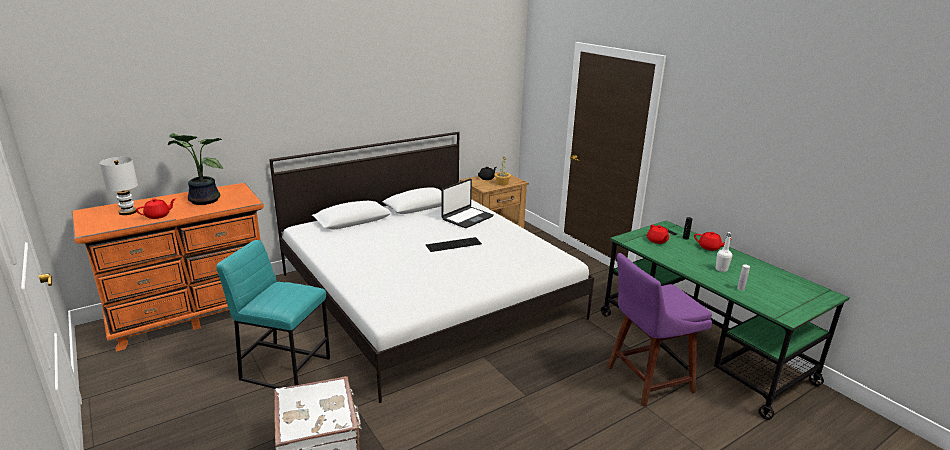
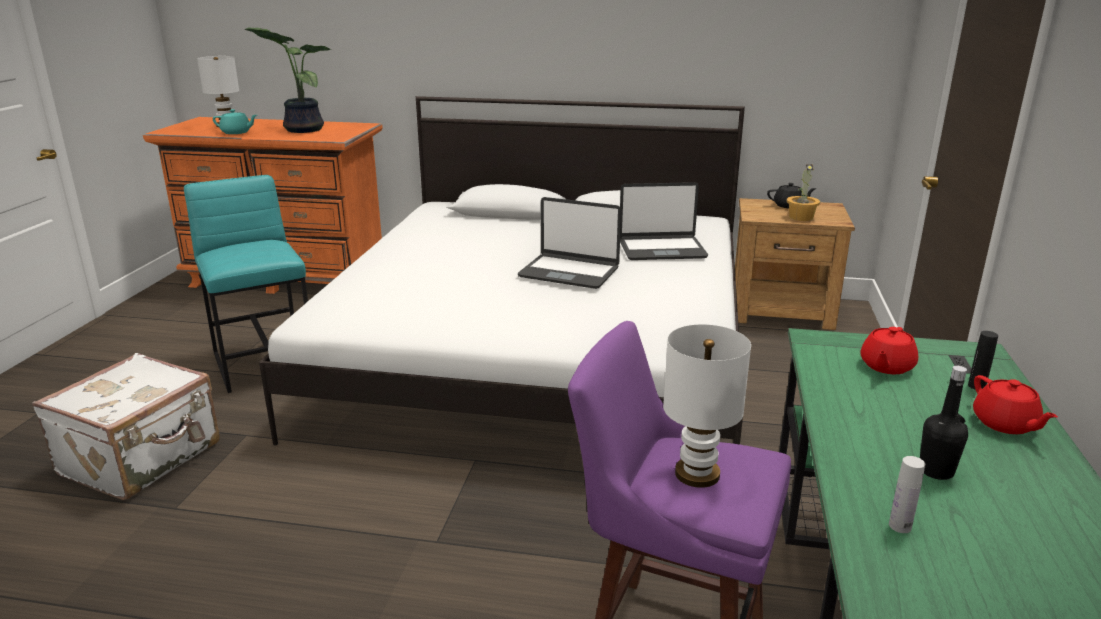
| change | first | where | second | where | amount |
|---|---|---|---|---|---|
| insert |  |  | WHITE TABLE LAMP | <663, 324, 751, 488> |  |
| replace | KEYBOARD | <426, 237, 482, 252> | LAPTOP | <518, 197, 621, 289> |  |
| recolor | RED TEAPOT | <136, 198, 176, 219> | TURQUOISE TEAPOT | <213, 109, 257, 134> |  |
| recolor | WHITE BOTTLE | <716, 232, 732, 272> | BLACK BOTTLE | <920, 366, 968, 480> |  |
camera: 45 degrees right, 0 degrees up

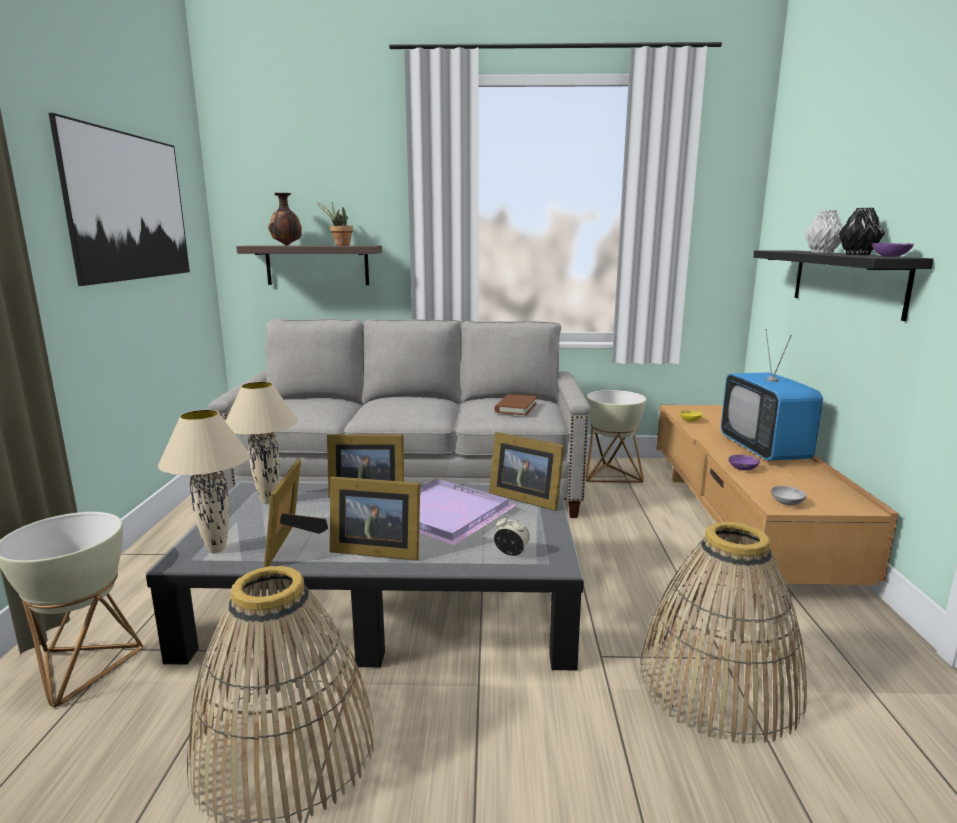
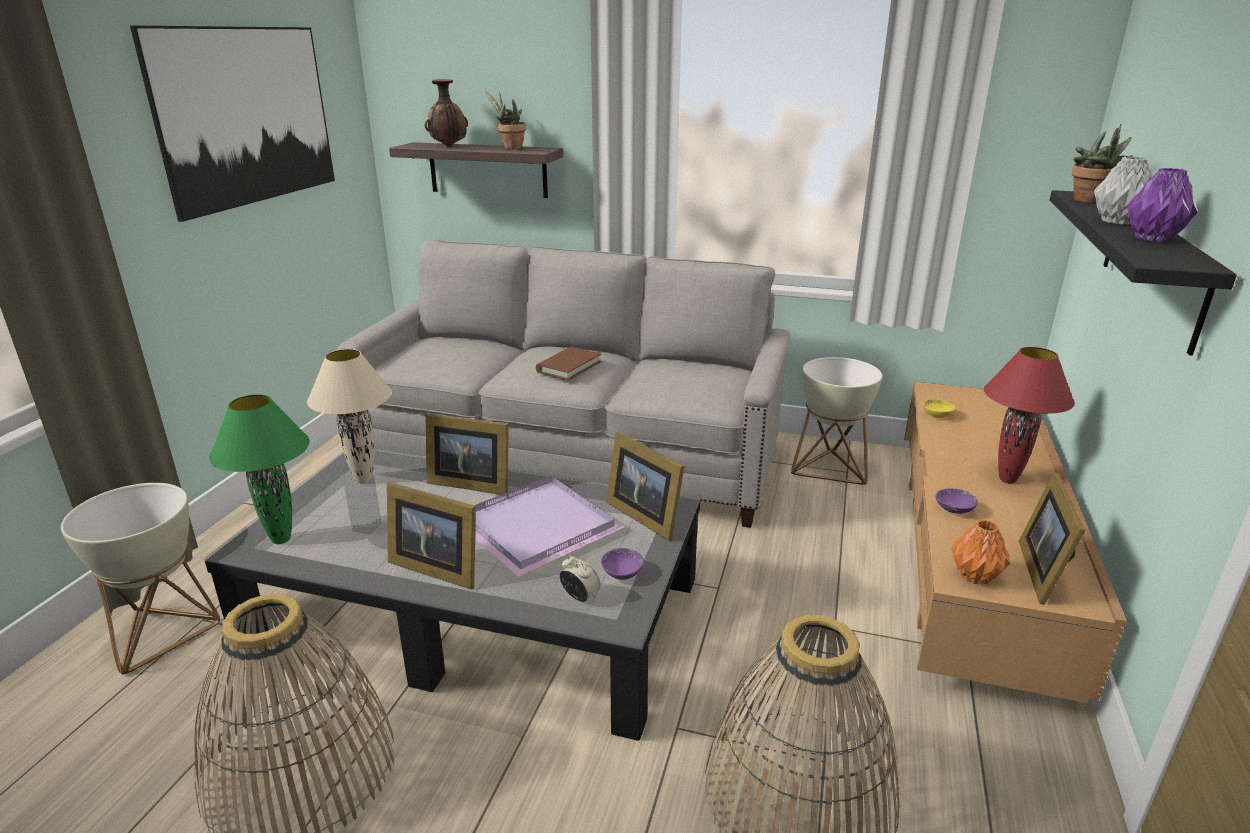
| change | first | where | second | where | amount |
|---|---|---|---|---|---|
| insert |  |  | POTTED PLANT | <1072, 124, 1133, 203> |  |
| move | PICTURE FRAME | <264, 460, 328, 567> |  | <1019, 472, 1085, 605> |  |
| move | BROWN BOOK | <495, 394, 537, 415> |  | <536, 347, 601, 381> |  |
| move | PURPLE BOWL | <872, 243, 914, 257> |  | <601, 548, 644, 580> |  |
| replace | TELEVISION | <721, 329, 823, 461> | RED TABLE LAMP | <984, 347, 1075, 484> |  |
| replace | GREY BOWL | <771, 486, 807, 506> | ORANGE VASE | <951, 520, 1010, 585> |  |
| recolor | BEIGE TABLE LAMP | <158, 410, 250, 553> | GREEN TABLE LAMP | <209, 394, 310, 544> |  |
| recolor | BLACK VASE | <839, 208, 885, 255> | PURPLE VASE | <1127, 168, 1198, 242> |  |
camera: 15 degrees right, 10 degrees up

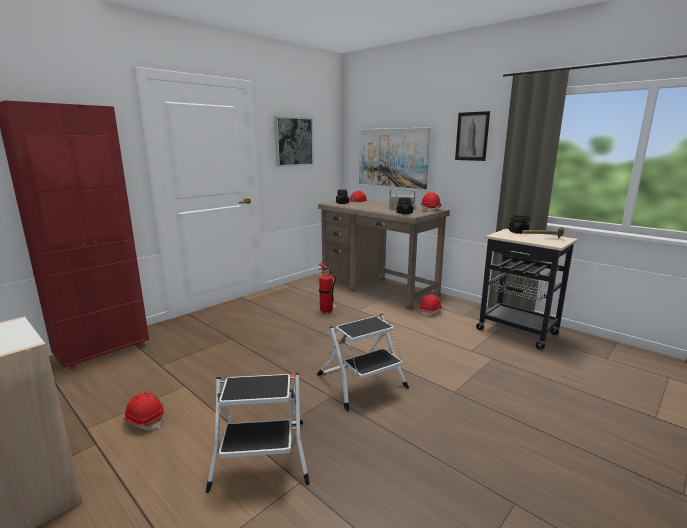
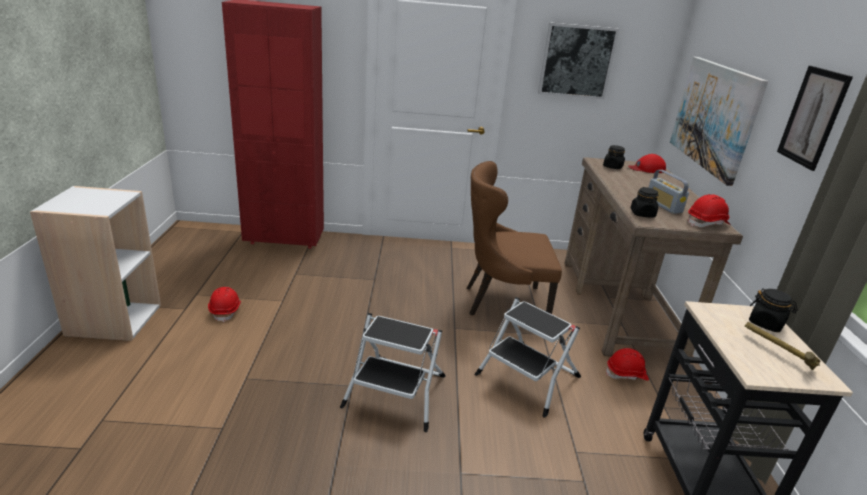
| change | first | where | second | where | amount |
|---|---|---|---|---|---|
| move | STEP LADDER | <206, 373, 309, 493> |  | <475, 297, 581, 418> |  |
| replace | FIRE EXTINGUISHER | <318, 262, 337, 313> | BROWN CHAIR | <467, 161, 562, 315> |  |
camera: 45 degrees right, 10 degrees up

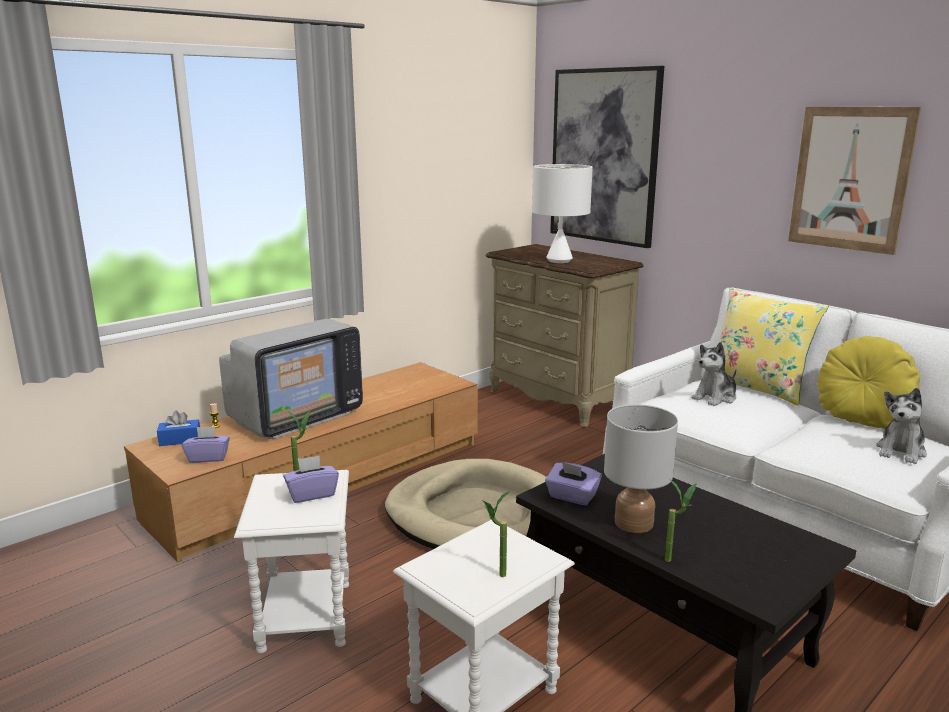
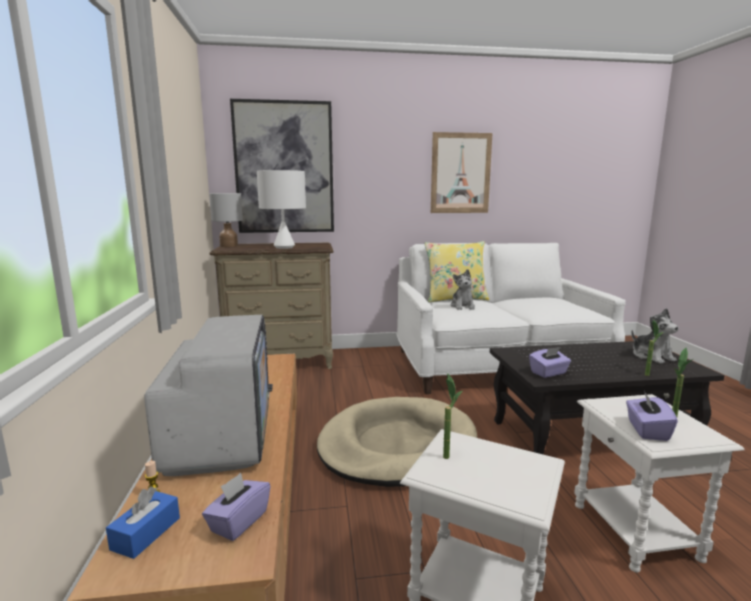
| change | first | where | second | where | amount |
|---|---|---|---|---|---|
| delete | YELLOW PILLOW | <818, 336, 920, 429> |  |  |  |
| move | PURPLE TISSUE BOX | <283, 455, 339, 503> |  | <626, 391, 678, 441> |  |
| move | GREY TABLE LAMP | <604, 404, 678, 533> |  | <209, 193, 243, 247> |  |
| move | PLUSH TOY | <876, 388, 927, 464> |  | <631, 308, 679, 364> |  |
camera: 55 degrees left, 5 degrees down

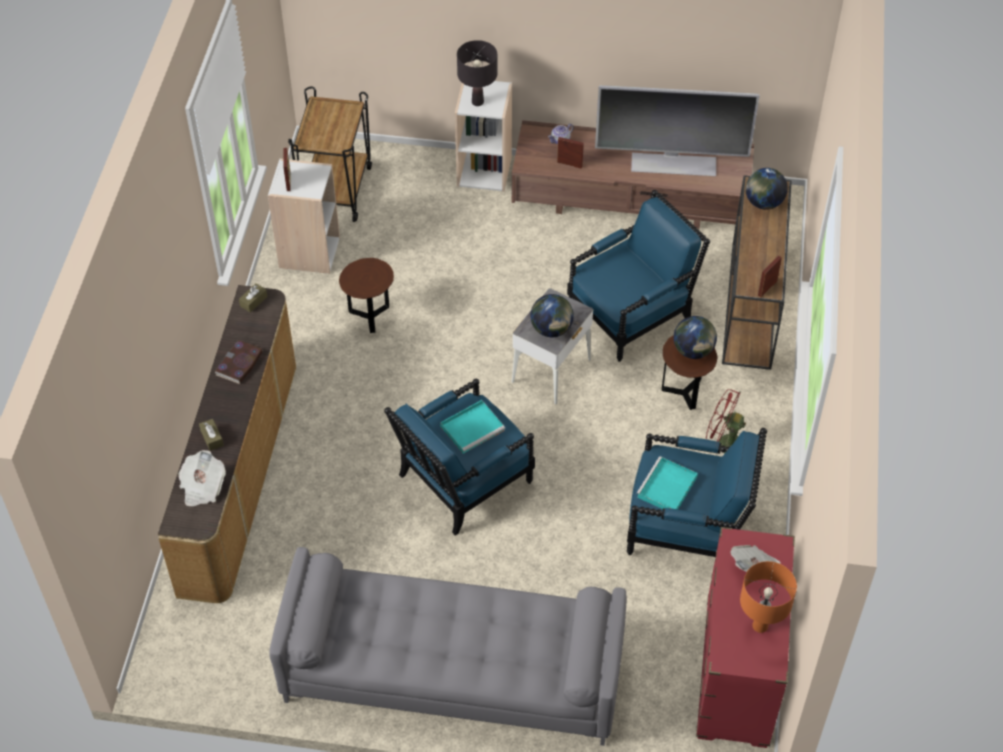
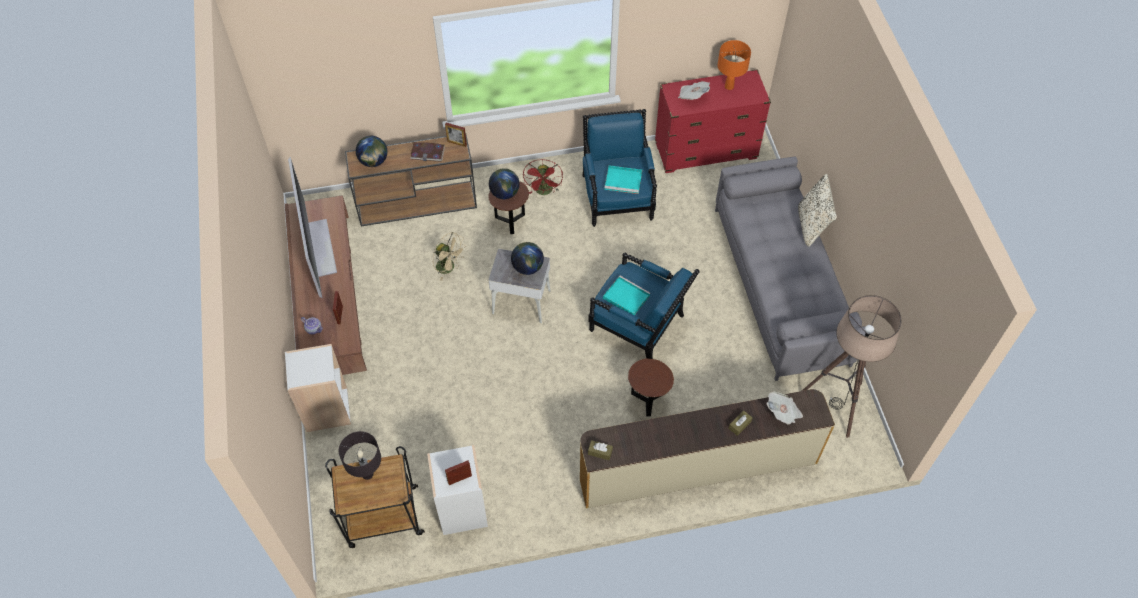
| change | first | where | second | where | amount |
|---|---|---|---|---|---|
| insert |  |  | BEIGE PILLOW | <798, 174, 837, 247> |  |
| insert |  |  | FLOOR LAMP | <802, 295, 901, 438> |  |
| move | BOOK | <215, 340, 263, 384> |  | <410, 142, 445, 162> |  |
| move | BROWN SIDE TABLE | <339, 258, 394, 333> |  | <628, 359, 674, 416> |  |
| move | BLACK TABLE LAMP | <457, 40, 497, 106> |  | <339, 431, 381, 480> |  |
| replace | BLUE ARMCHAIR | <567, 190, 710, 362> | BEIGE FAN | <433, 232, 465, 281> |  |
camera: 110 degrees left, 5 degrees up

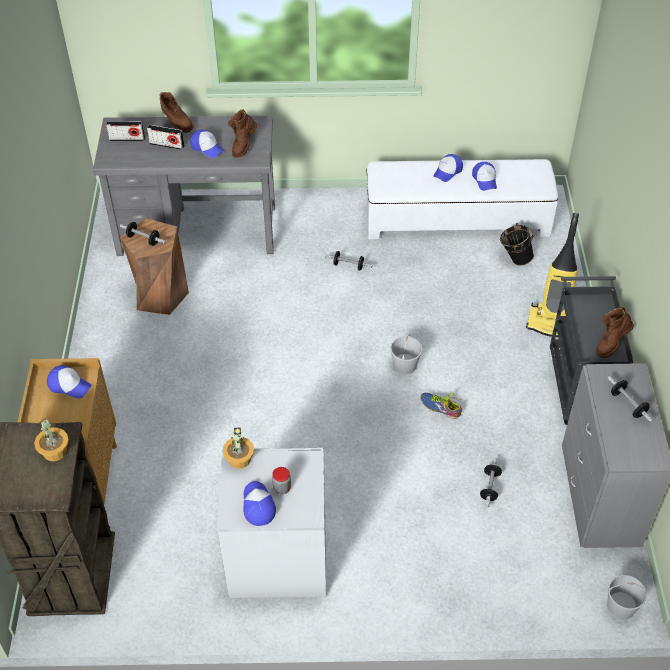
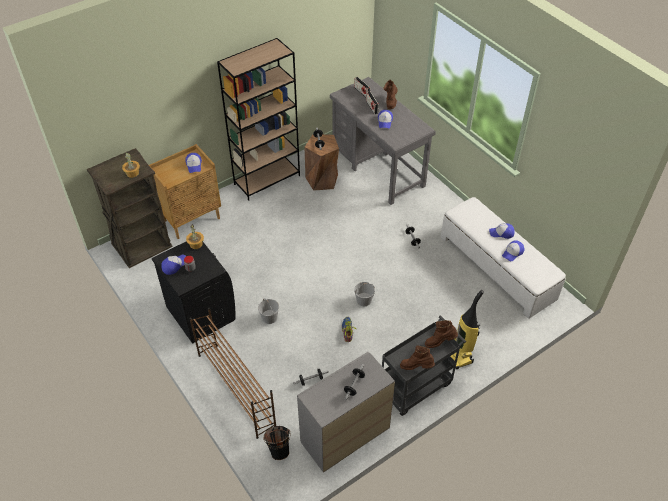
| change | first | where | second | where | amount |
|---|---|---|---|---|---|
| insert |  |  | BROWN SHOE RACK | <190, 308, 276, 439> |  |
| insert |  |  | BEIGE BOOKCASE | <217, 38, 300, 201> |  |
| move | BROWN BOOT | <228, 110, 257, 158> |  | <425, 320, 458, 348> |  |
| move | BLACK BUCKET | <500, 223, 534, 266> |  | <263, 426, 291, 460> |  |
| move | WHITE BUCKET | <607, 575, 647, 620> |  | <258, 298, 279, 324> |  |
| recolor | WHITE WASHING MACHINE | <217, 448, 326, 598> | BLACK WASHING MACHINE | <152, 241, 236, 344> |  |
camera: 55 degrees right, 0 degrees up

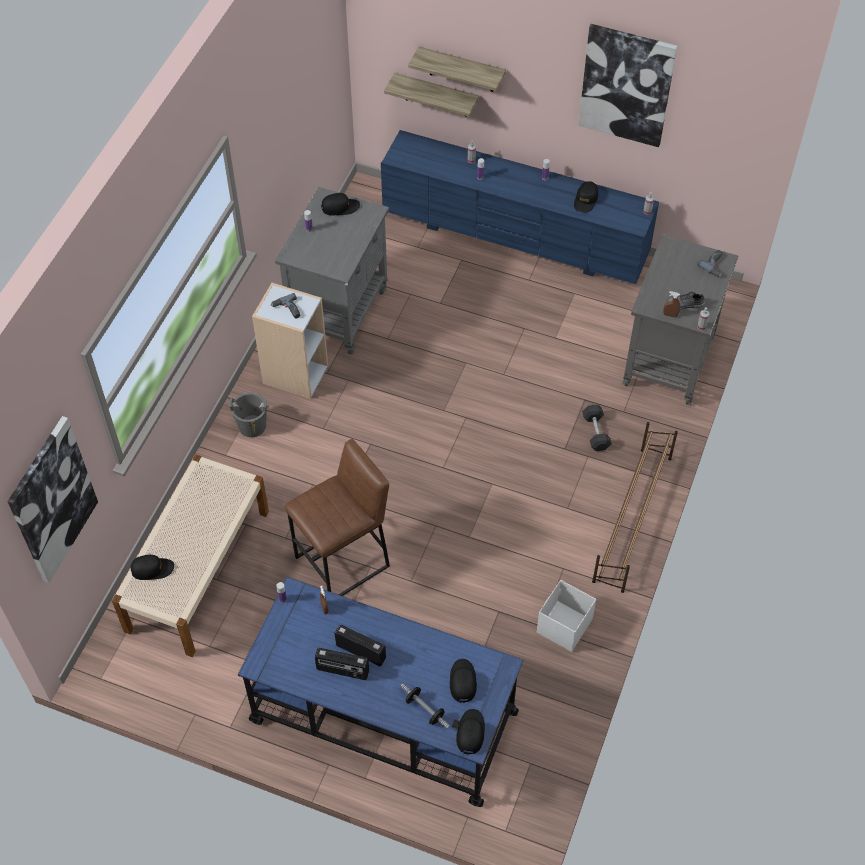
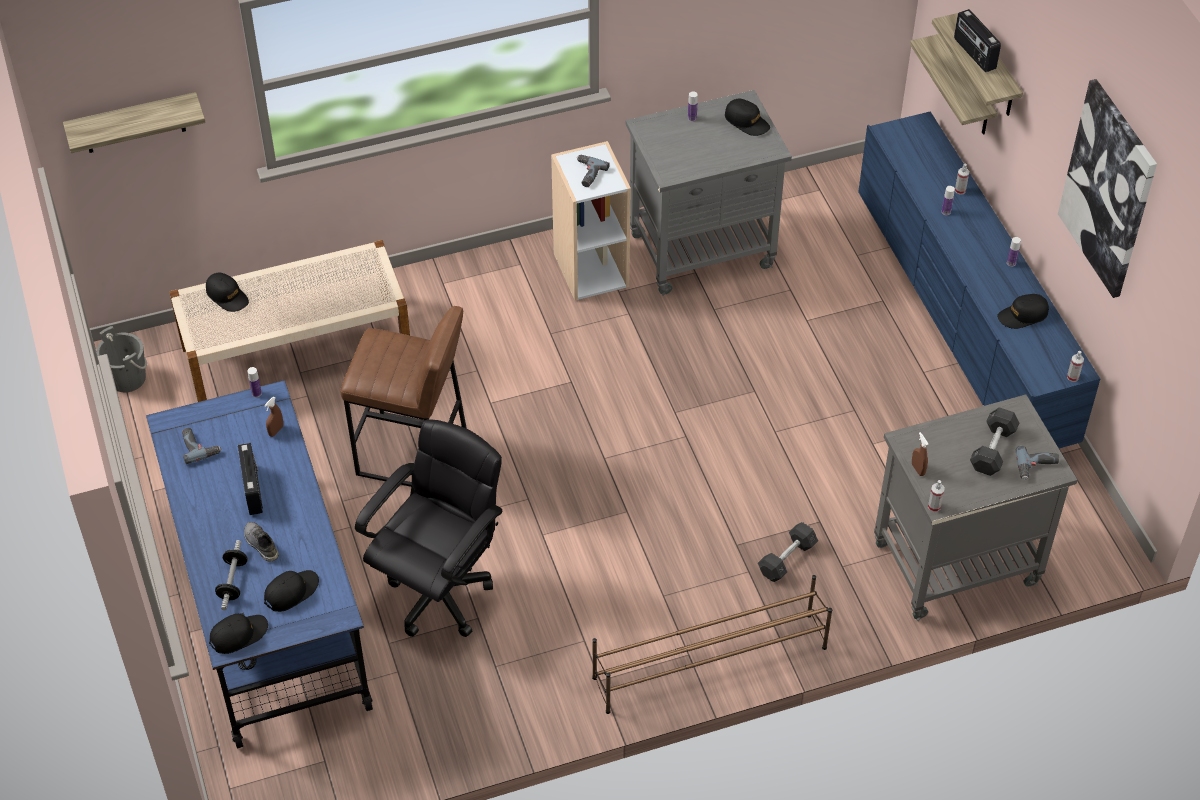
| change | first | where | second | where | amount |
|---|---|---|---|---|---|
| delete | WHITE STORAGE BOX | <537, 580, 596, 652> |  |  |  |
| insert |  |  | POWER DRILL | <182, 428, 221, 464> |  |
| insert |  |  | BLACK OFFICE CHAIR | <355, 419, 502, 637> |  |
| insert |  |  | GREY DUMBBELL | <970, 407, 1019, 476> |  |
| move | GREY BUCKET | <229, 393, 269, 437> |  | <96, 326, 147, 392> |  |
| move | RADIO | <315, 648, 369, 680> |  | <954, 9, 1001, 72> |  |
| move | GREY SHOE | <667, 292, 705, 309> |  | <244, 522, 279, 561> |  |
| replace | PICTURE | <7, 416, 98, 583> | SHELF | <63, 92, 206, 153> |  |
camera: 50 degrees right, 5 degrees down

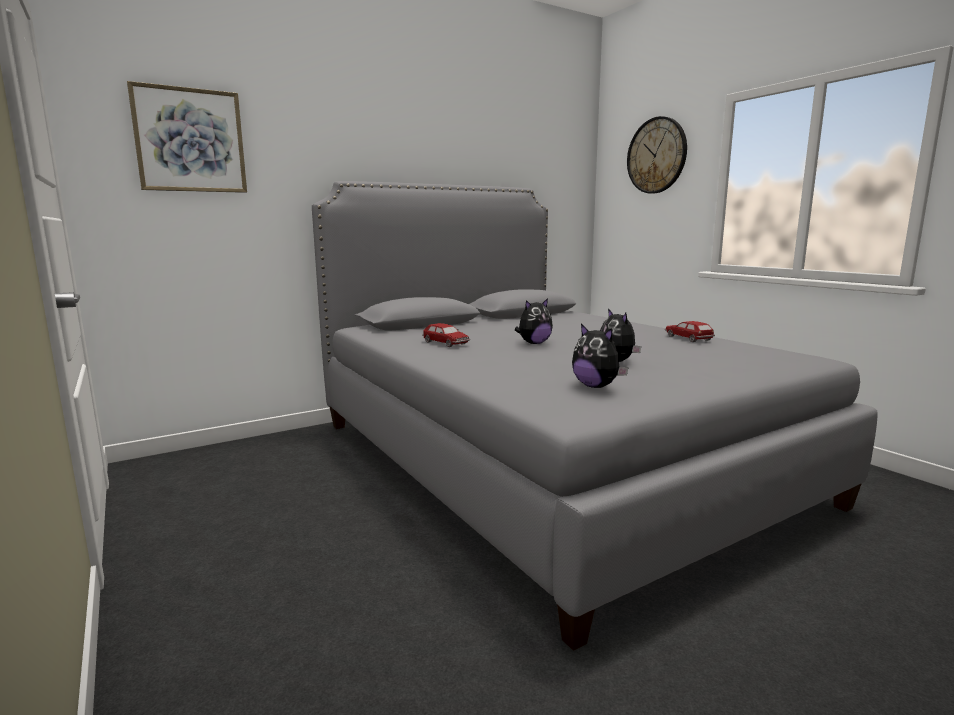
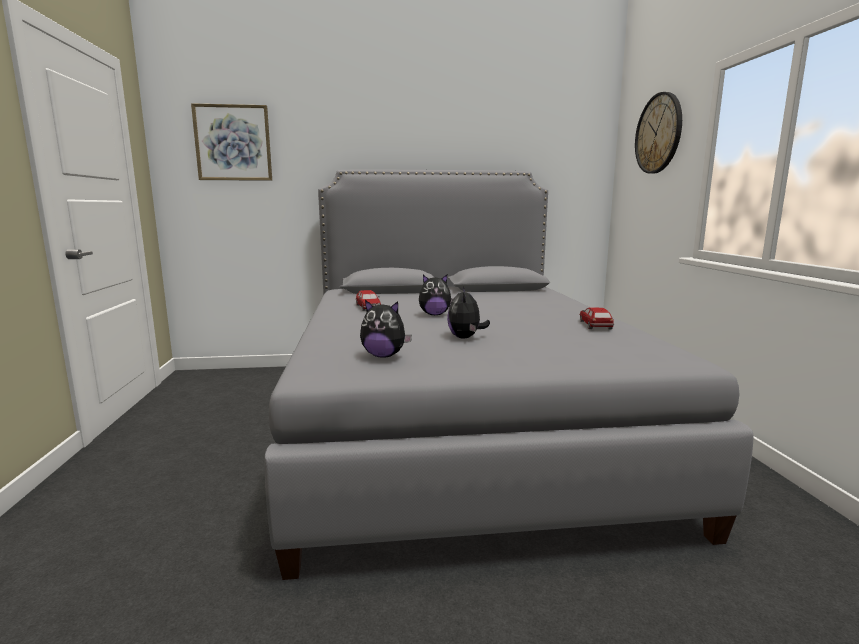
| change | first | where | second | where | amount |
|---|---|---|---|---|---|
| rotate | PLUSH TOY | <572, 324, 628, 388> |  | <360, 300, 412, 358> | 60 degrees counterclockwise |
camera: 25 degrees right, 0 degrees up

